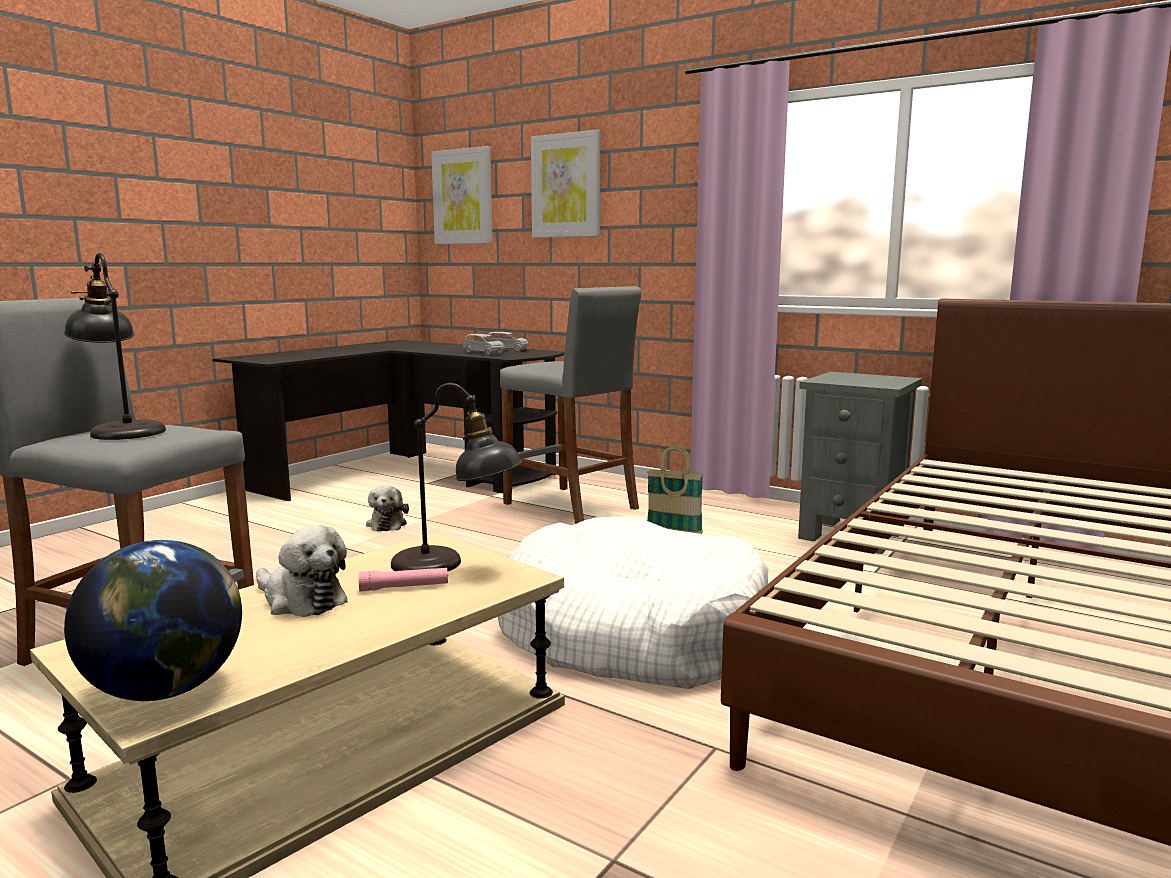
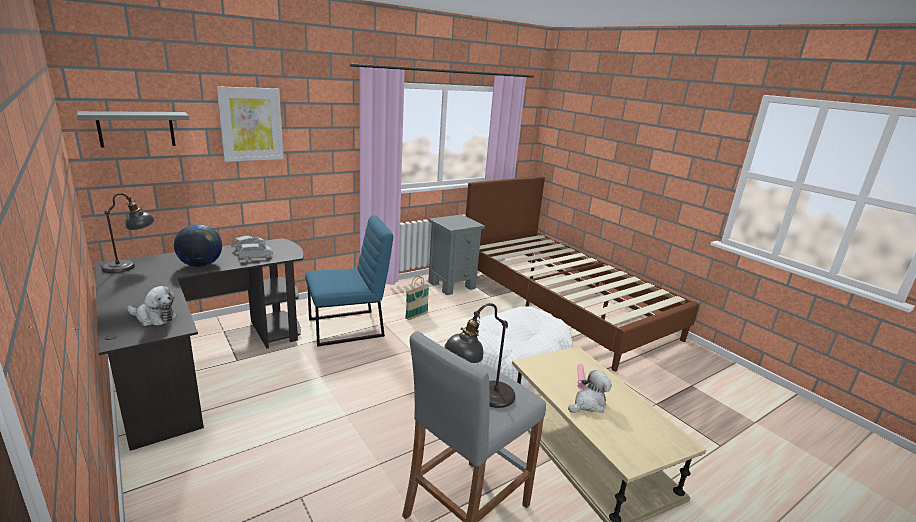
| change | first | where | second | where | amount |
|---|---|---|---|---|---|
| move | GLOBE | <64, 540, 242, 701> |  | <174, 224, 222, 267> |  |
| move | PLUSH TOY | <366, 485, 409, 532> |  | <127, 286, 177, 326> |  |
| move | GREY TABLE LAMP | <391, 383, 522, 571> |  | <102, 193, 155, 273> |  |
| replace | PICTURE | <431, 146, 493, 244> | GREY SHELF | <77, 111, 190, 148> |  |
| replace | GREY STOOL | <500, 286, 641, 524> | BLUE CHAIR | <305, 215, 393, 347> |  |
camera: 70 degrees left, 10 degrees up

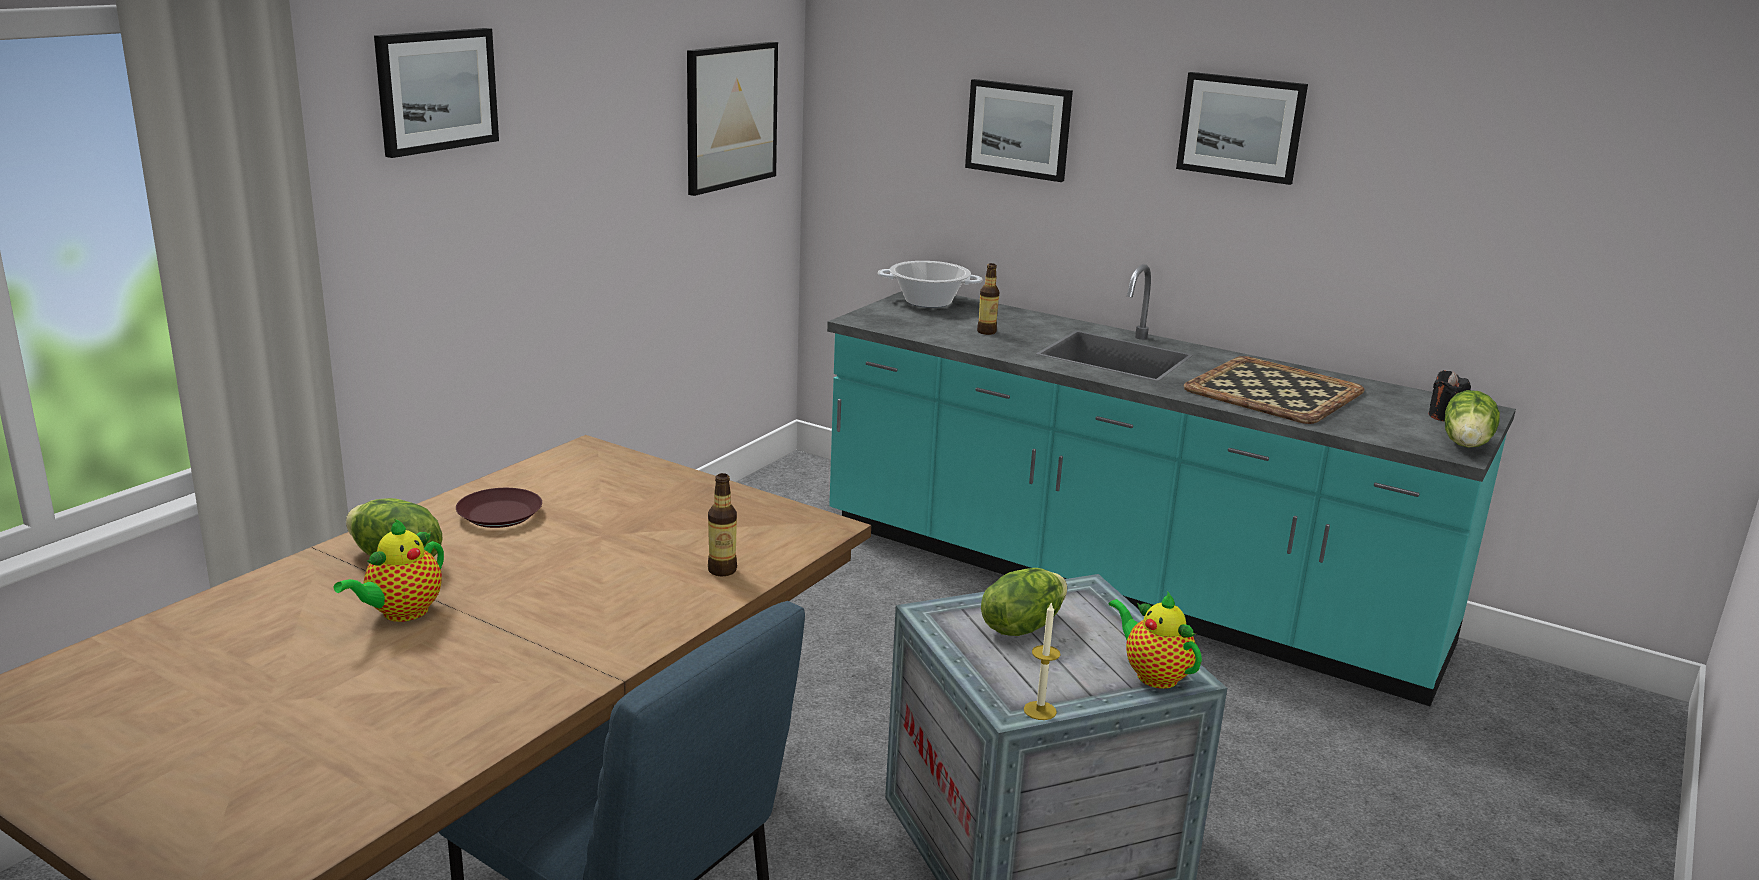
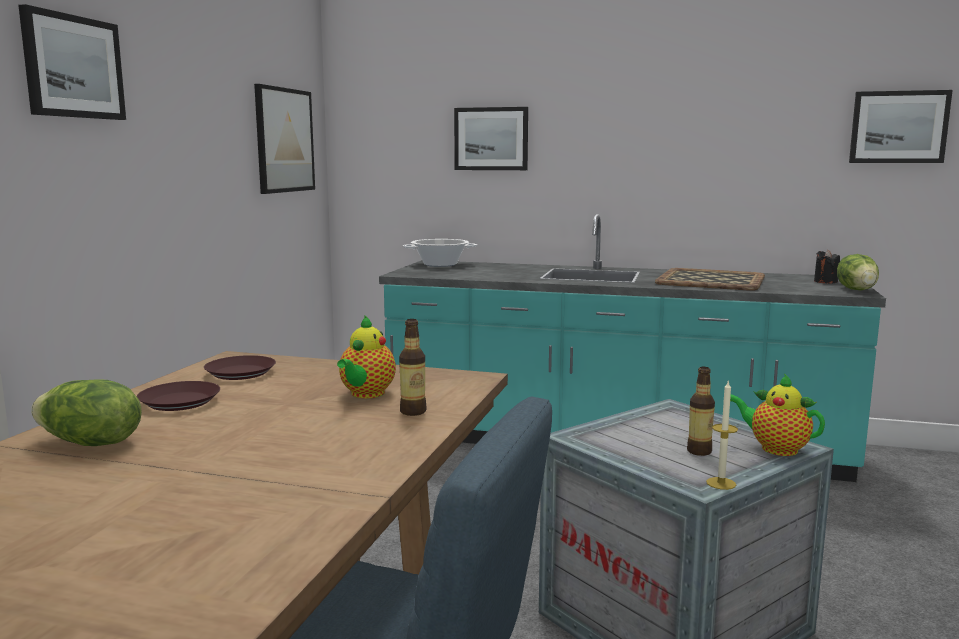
| change | first | where | second | where | amount |
|---|---|---|---|---|---|
| delete | LETTUCE | <981, 568, 1067, 636> |  |  |  |
| insert |  |  | BROWN PLATE | <204, 355, 276, 380> |  |
| move | TEAPOT | <334, 519, 444, 622> |  | <337, 316, 396, 398> |  |
| move | BOTTLE | <977, 263, 1000, 335> |  | <687, 367, 715, 456> |  |
| move | PICTURE | <1176, 72, 1308, 185> |  | <849, 90, 953, 163> |  |
camera: 15 degrees left, 10 degrees down

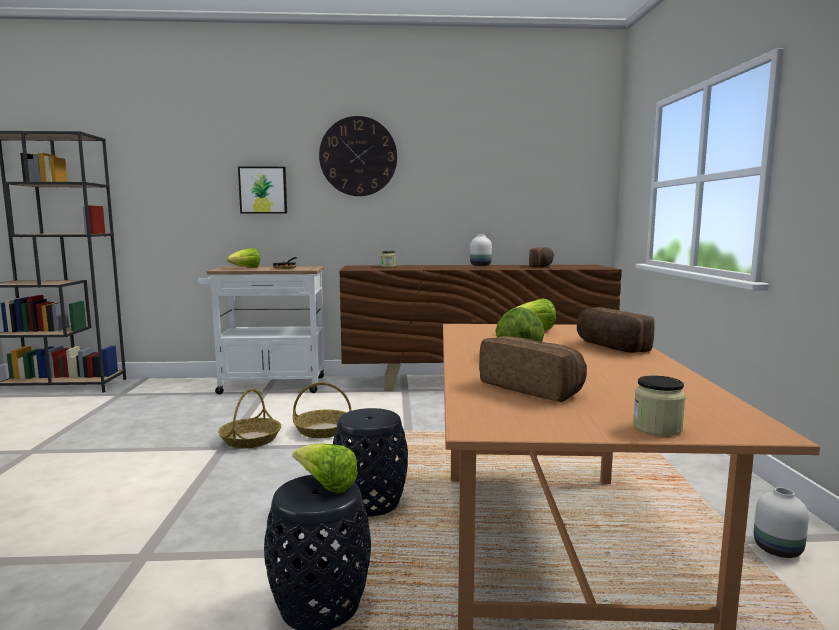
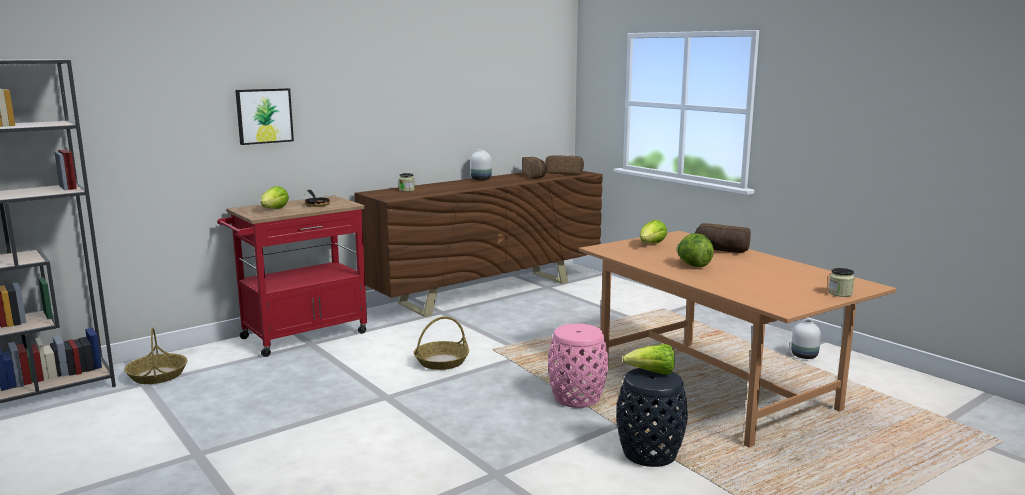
| change | first | where | second | where | amount |
|---|---|---|---|---|---|
| delete | WALL CLOCK | <319, 116, 397, 196> |  |  |  |
| move | BASKET | <218, 389, 281, 448> |  | <124, 327, 188, 384> |  |
| move | BREAD | <479, 336, 587, 402> |  | <545, 155, 584, 174> |  |
| recolor | WHITE CART | <198, 266, 325, 395> | RED CART | <217, 196, 367, 357> |  |
| recolor | BLACK STOOL | <333, 408, 408, 517> | PINK STOOL | <548, 324, 608, 408> |  |
camera: 35 degrees left, 5 degrees up

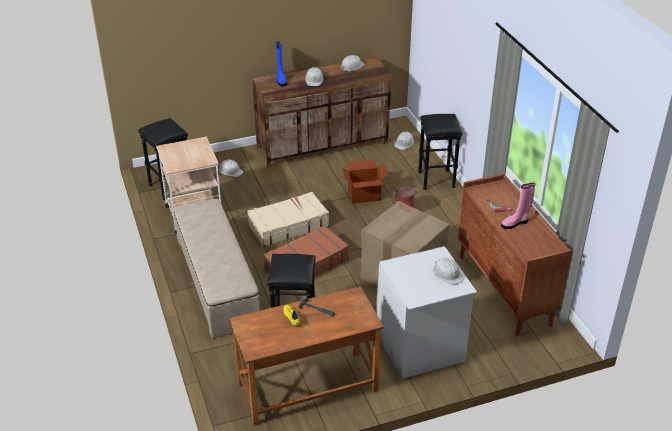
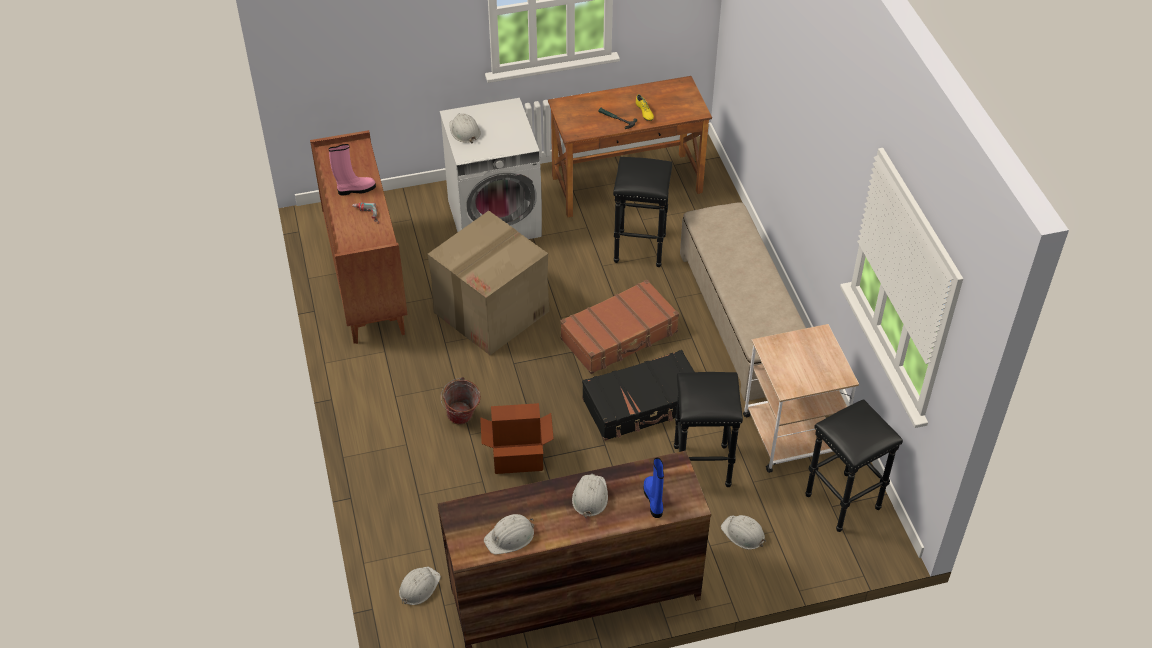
| change | first | where | second | where | amount |
|---|---|---|---|---|---|
| move | BLACK STOOL | <418, 114, 462, 190> |  | <674, 372, 743, 487> |  |
| recolor | BEIGE SUITCASE | <247, 192, 329, 247> | BLACK SUITCASE | <582, 350, 695, 441> |  |
camera: 175 degrees left, 10 degrees up

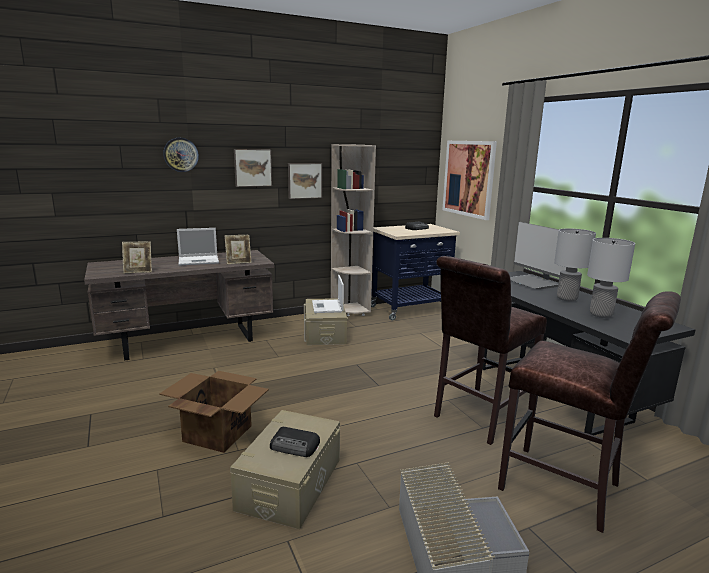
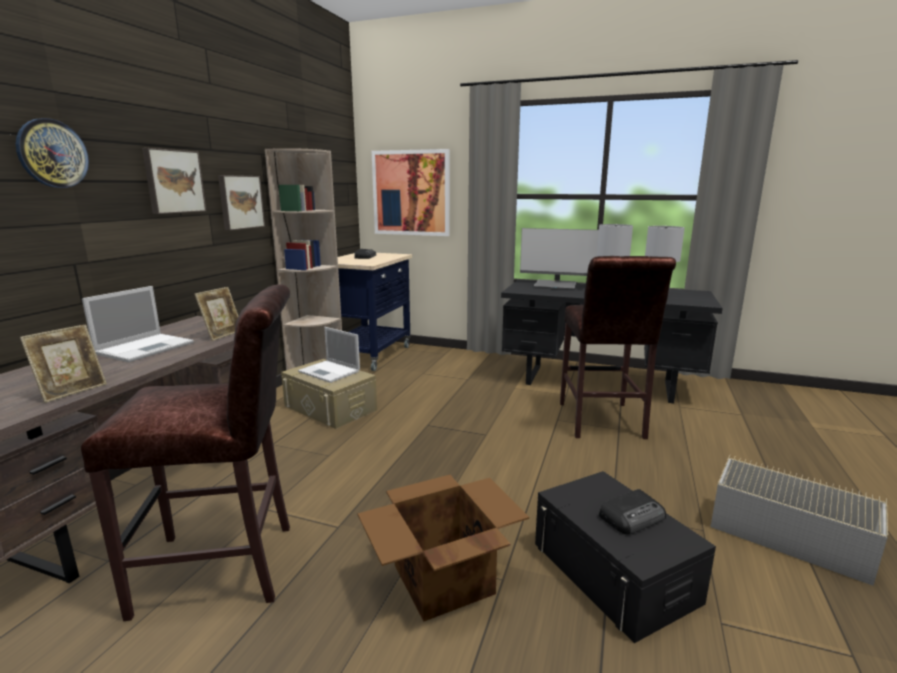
| change | first | where | second | where | amount |
|---|---|---|---|---|---|
| move | BROWN STOOL | <498, 291, 681, 533> |  | <81, 284, 290, 621> |  |
| recolor | BEIGE STORAGE BOX | <230, 410, 340, 529> | BLACK STORAGE BOX | <535, 471, 716, 643> |  |
camera: 45 degrees left, 0 degrees up

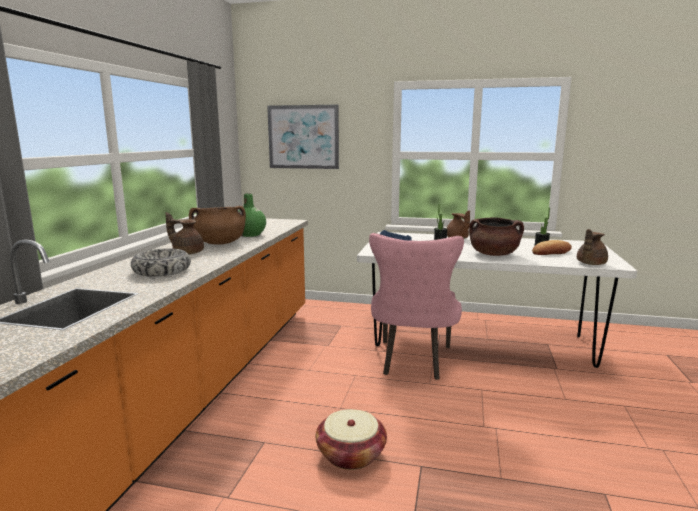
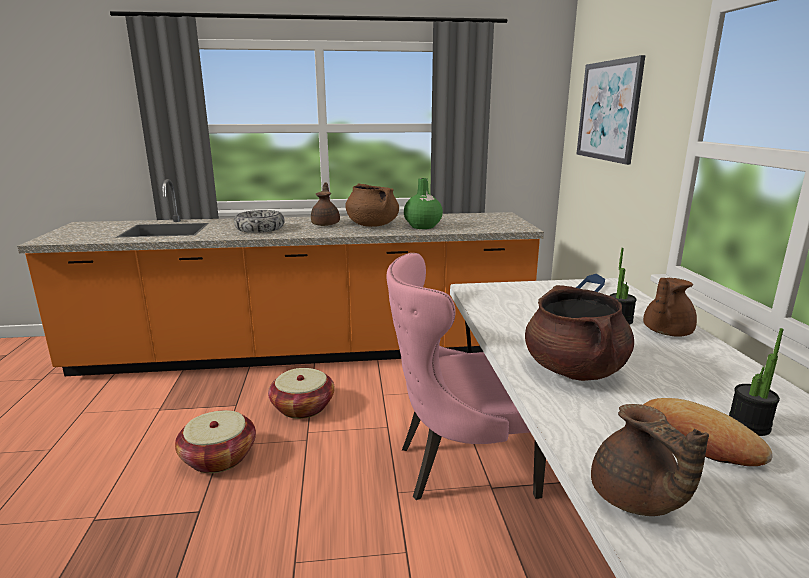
| change | first | where | second | where | amount |
|---|---|---|---|---|---|
| insert |  |  | BASKET | <268, 368, 335, 419> |  |
| rotate | BROWN TEAPOT | <577, 229, 608, 265> |  | <591, 404, 709, 516> | 135 degrees counterclockwise |
camera: 70 degrees right, 5 degrees up

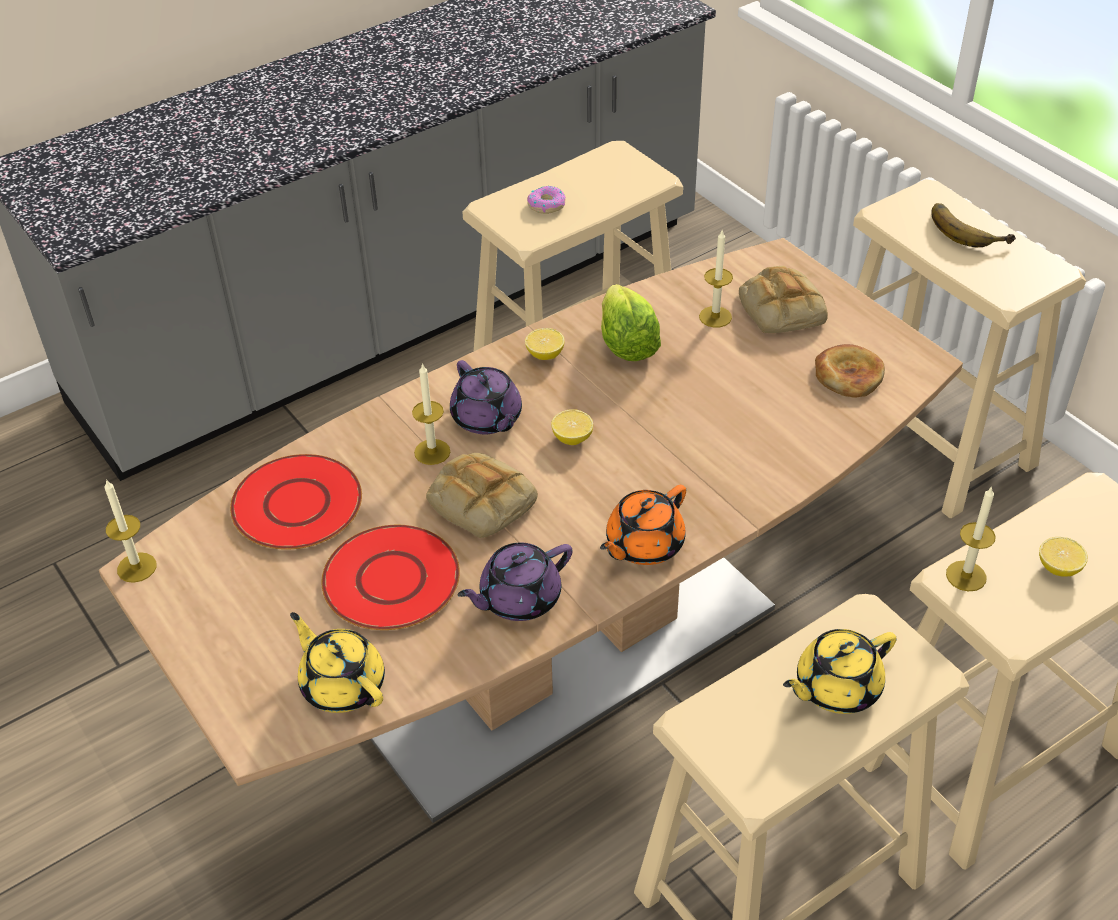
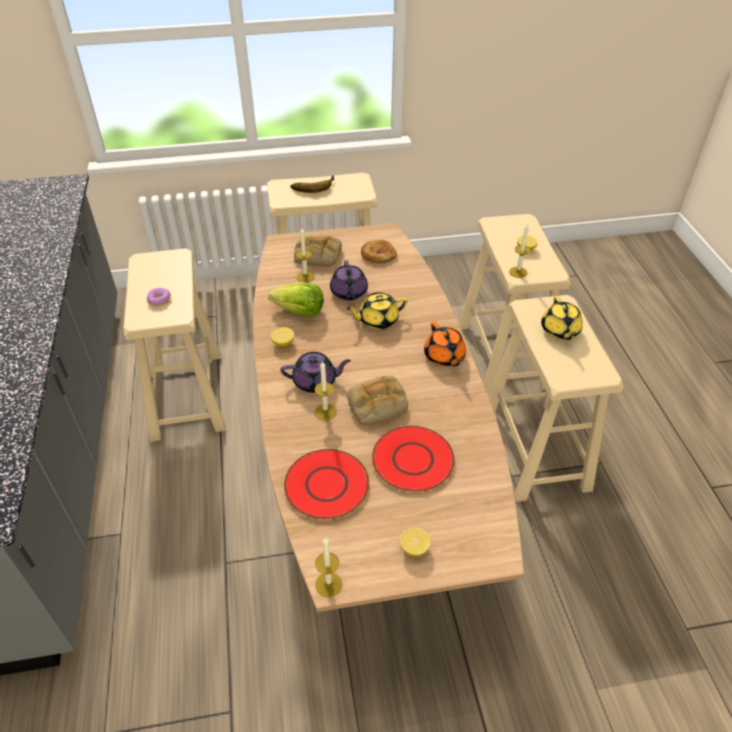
| change | first | where | second | where | amount |
|---|---|---|---|---|---|
| move | YELLOW TEAPOT | <290, 612, 385, 713> |  | <346, 292, 407, 329> |  |
| move | PURPLE TEAPOT | <457, 542, 573, 621> |  | <330, 260, 368, 300> |  |
| move | LEMON | <551, 409, 593, 445> |  | <400, 528, 431, 557> |  |
camera: 65 degrees left, 0 degrees up

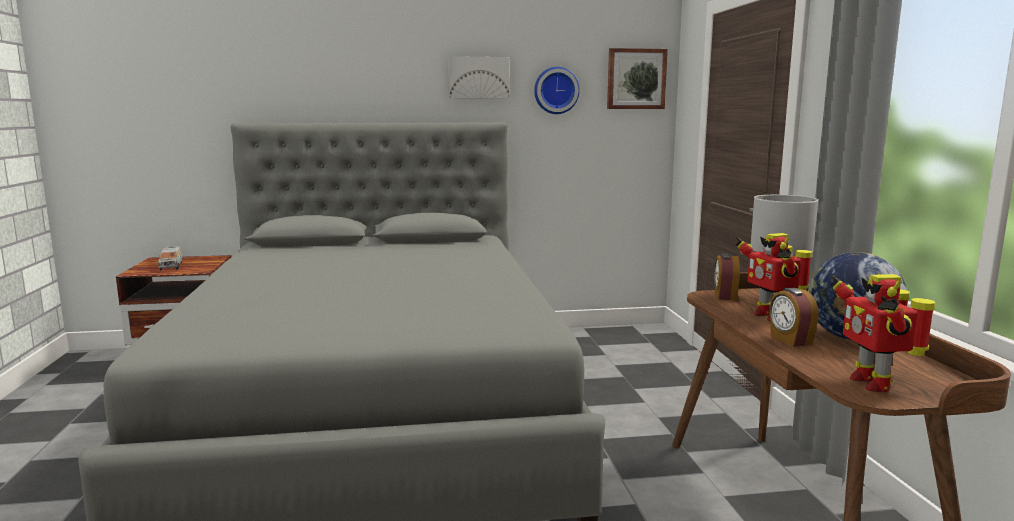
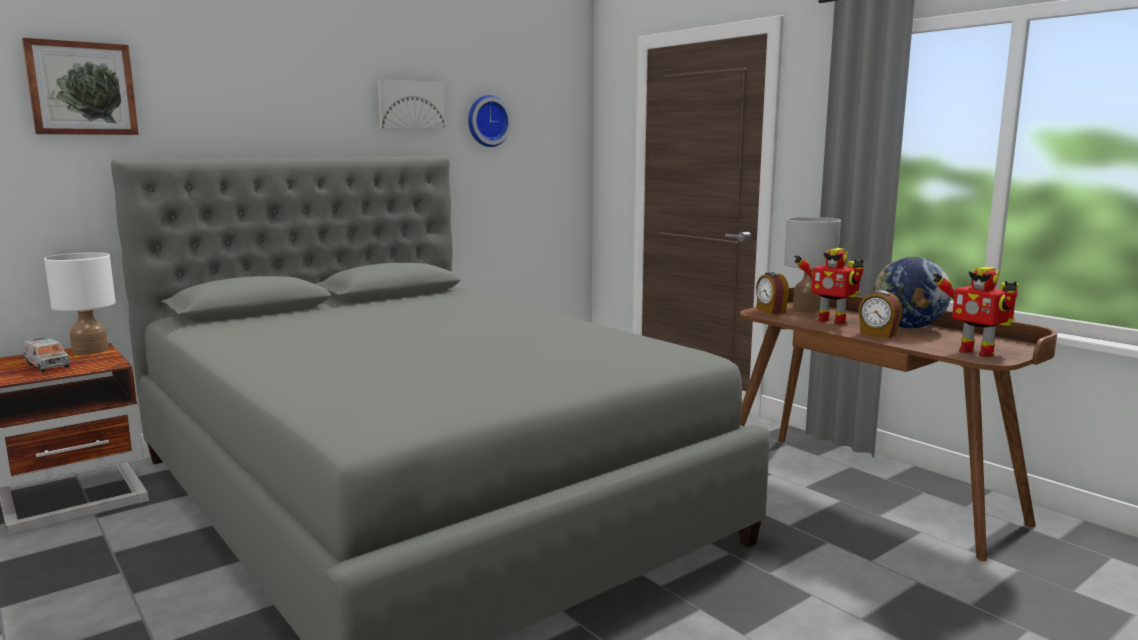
| change | first | where | second | where | amount |
|---|---|---|---|---|---|
| insert |  |  | WHITE TABLE LAMP | <44, 252, 116, 355> |  |
| move | PICTURE | <607, 48, 668, 109> |  | <22, 38, 139, 135> |  |
camera: 30 degrees left, 0 degrees up

